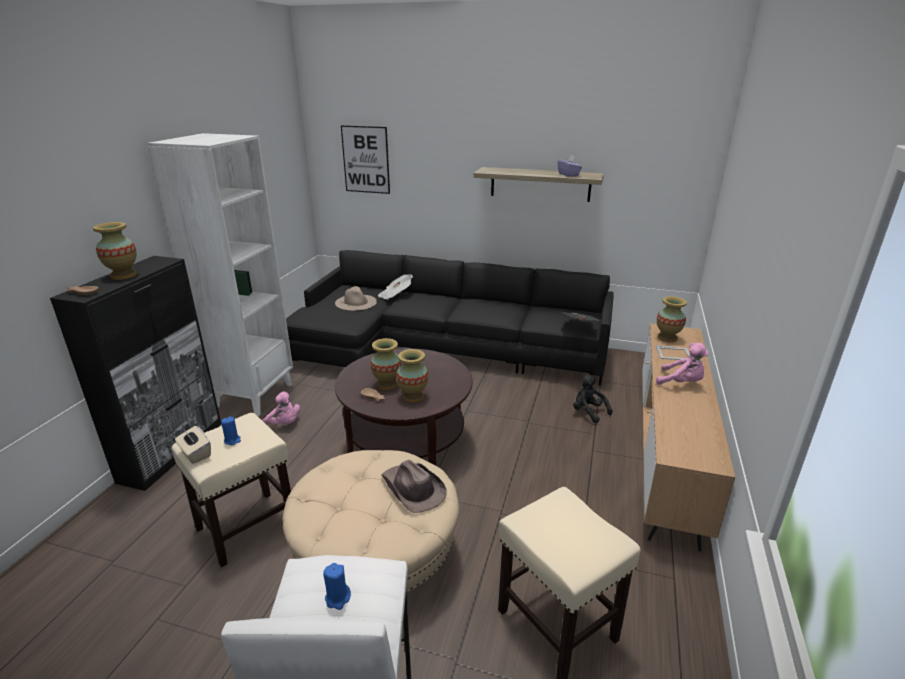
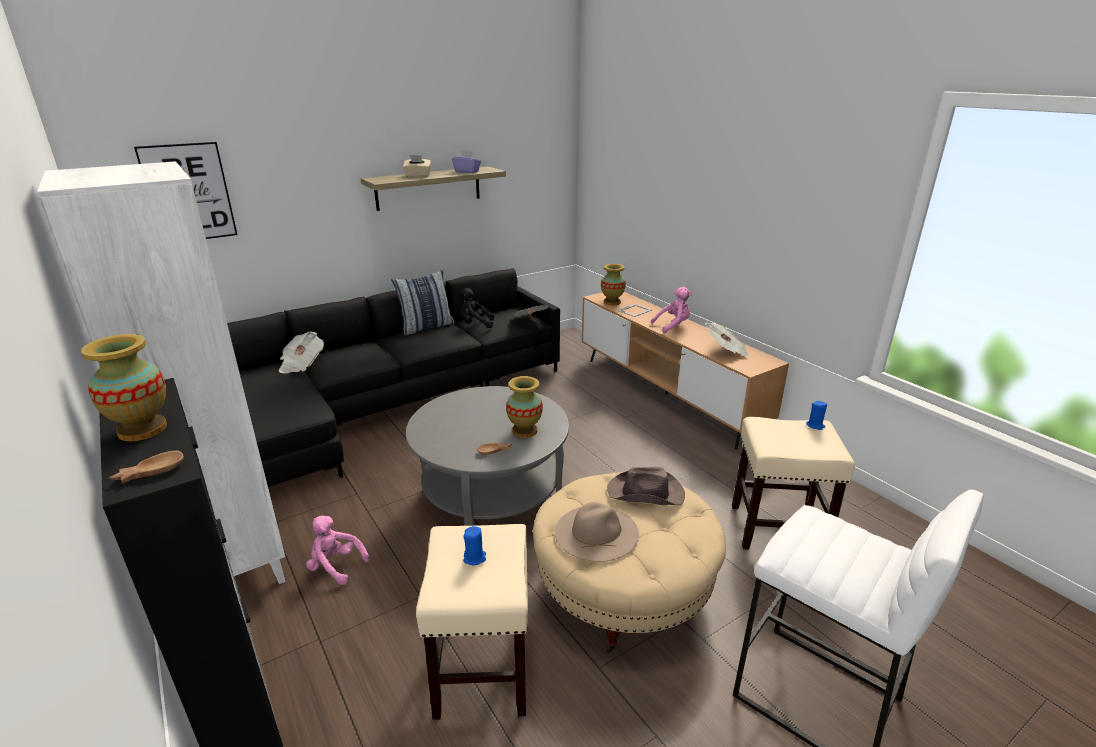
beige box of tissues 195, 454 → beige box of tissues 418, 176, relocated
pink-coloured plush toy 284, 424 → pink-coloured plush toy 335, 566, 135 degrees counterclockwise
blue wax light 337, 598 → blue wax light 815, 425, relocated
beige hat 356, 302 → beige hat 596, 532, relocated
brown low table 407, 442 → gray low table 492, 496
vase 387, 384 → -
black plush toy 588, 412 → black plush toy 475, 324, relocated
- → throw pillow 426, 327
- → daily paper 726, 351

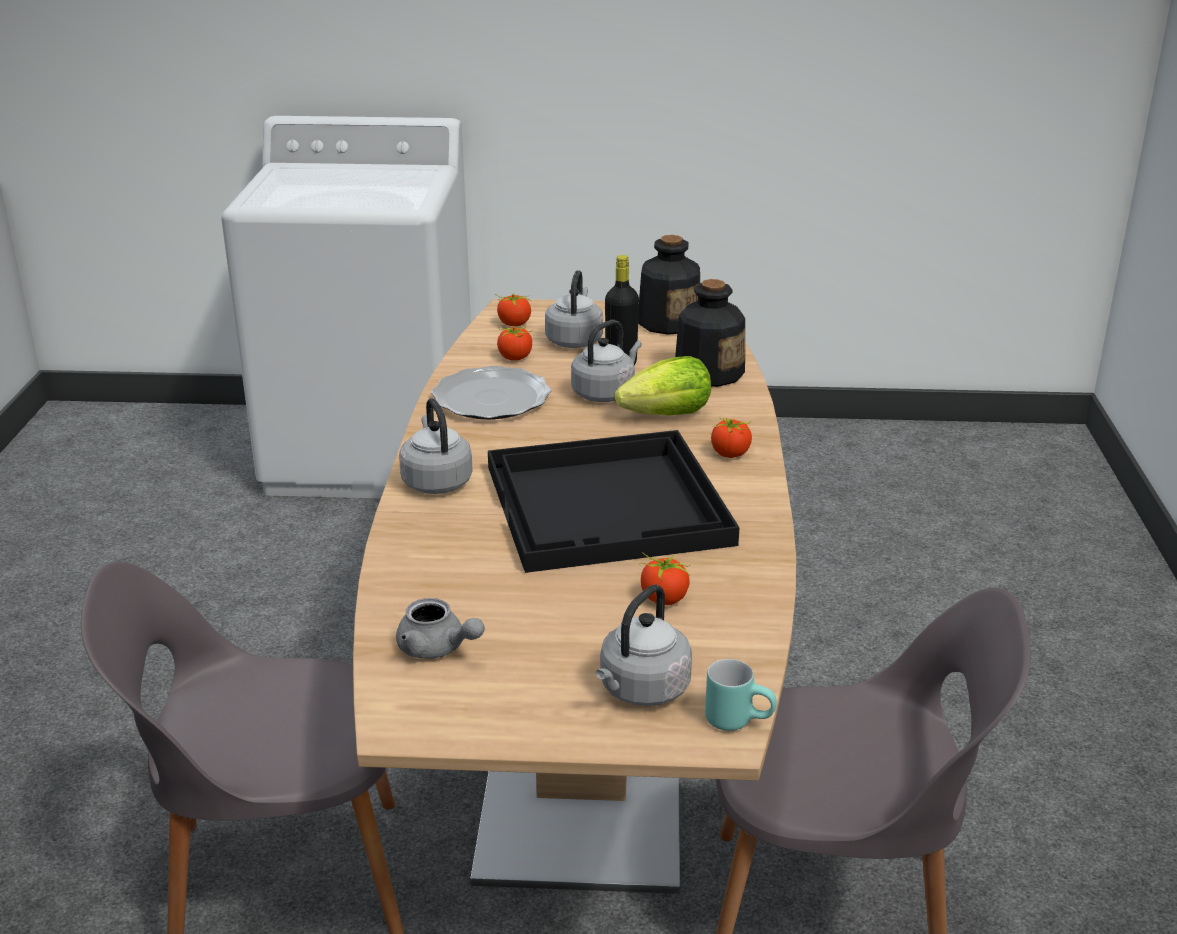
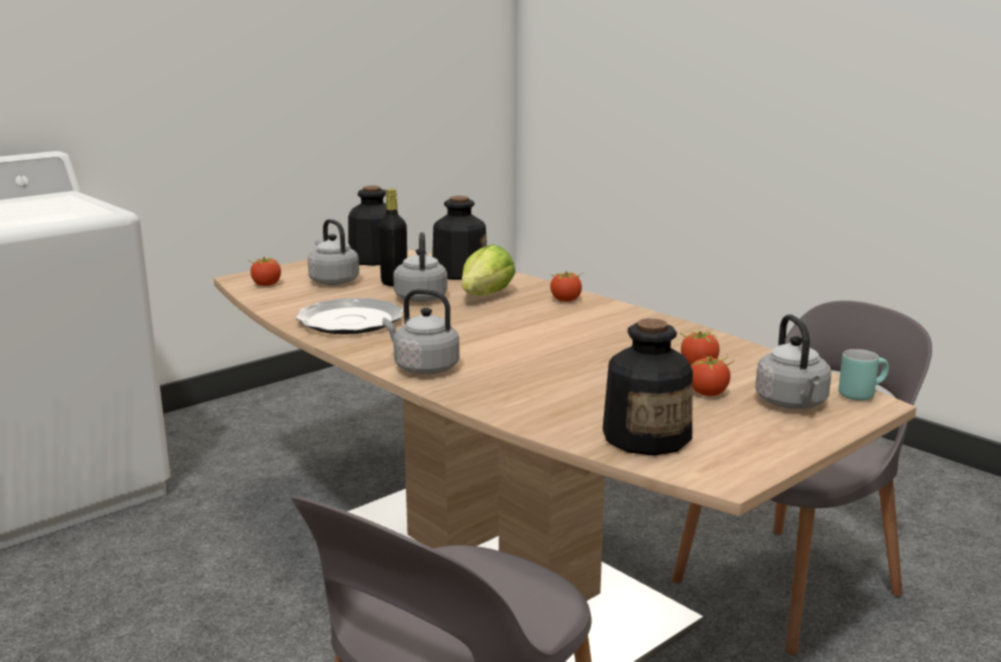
gray pot for tea 437, 649 → bottle 646, 437
black tray 609, 505 → -
fresh tomato 515, 358 → fresh tomato 708, 393, relocated

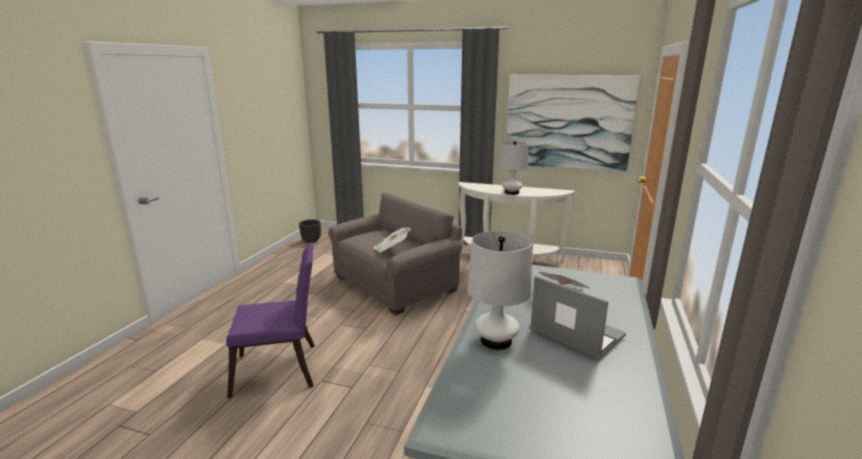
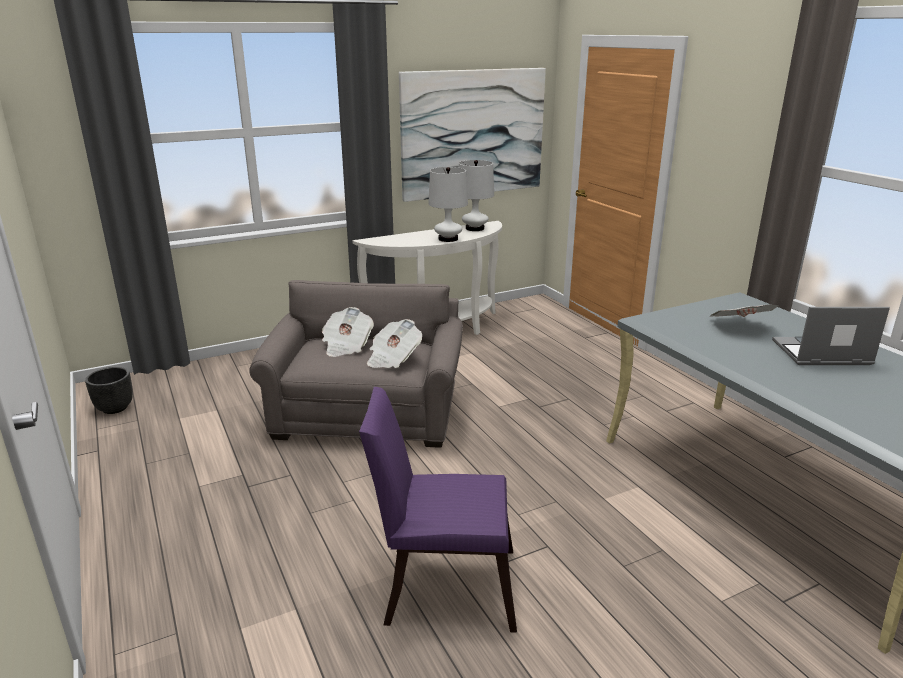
purple chair 281, 370 → purple chair 441, 584, 120 degrees counterclockwise
whitish table lamp 496, 341 → whitish table lamp 475, 228, relocated
- → daily paper 346, 346

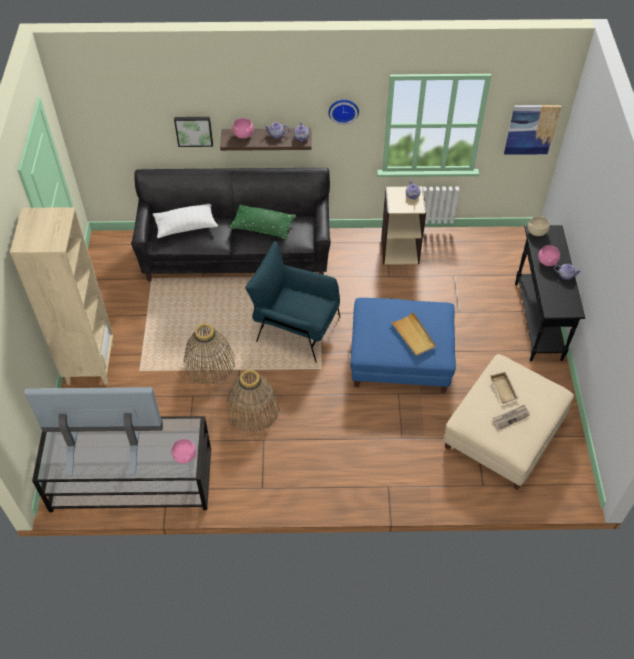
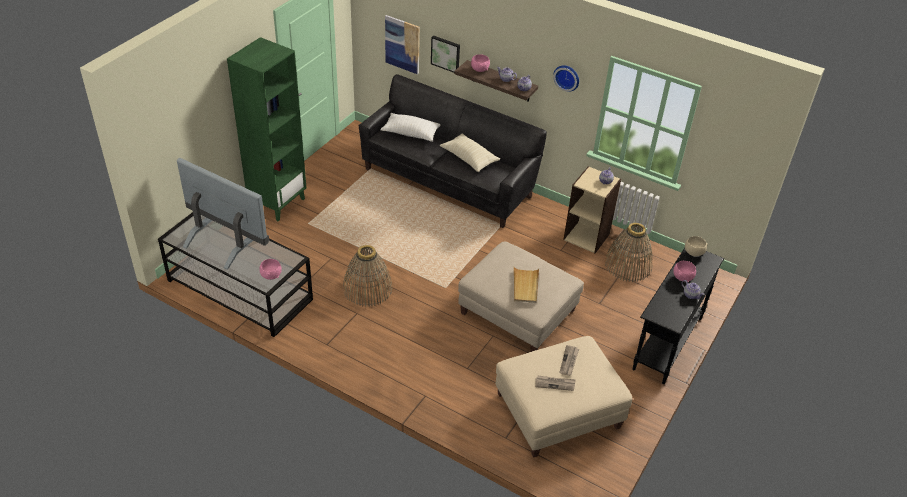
beige shelving unit 90, 364 → greenish shelving unit 278, 203
storage basket 209, 363 → storage basket 628, 265, relocated
greenish throw pillow 263, 227 → beige throw pillow 469, 159
blue lounge chair 295, 328 → -
blue pouffe 400, 358 → beige pouffe 518, 311
beige tray 504, 389 → daily paper 569, 361
picture 531, 129 → picture 402, 44, relocated

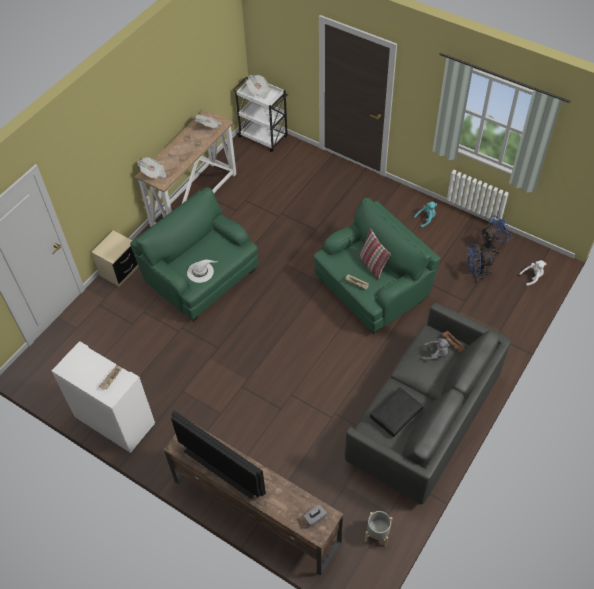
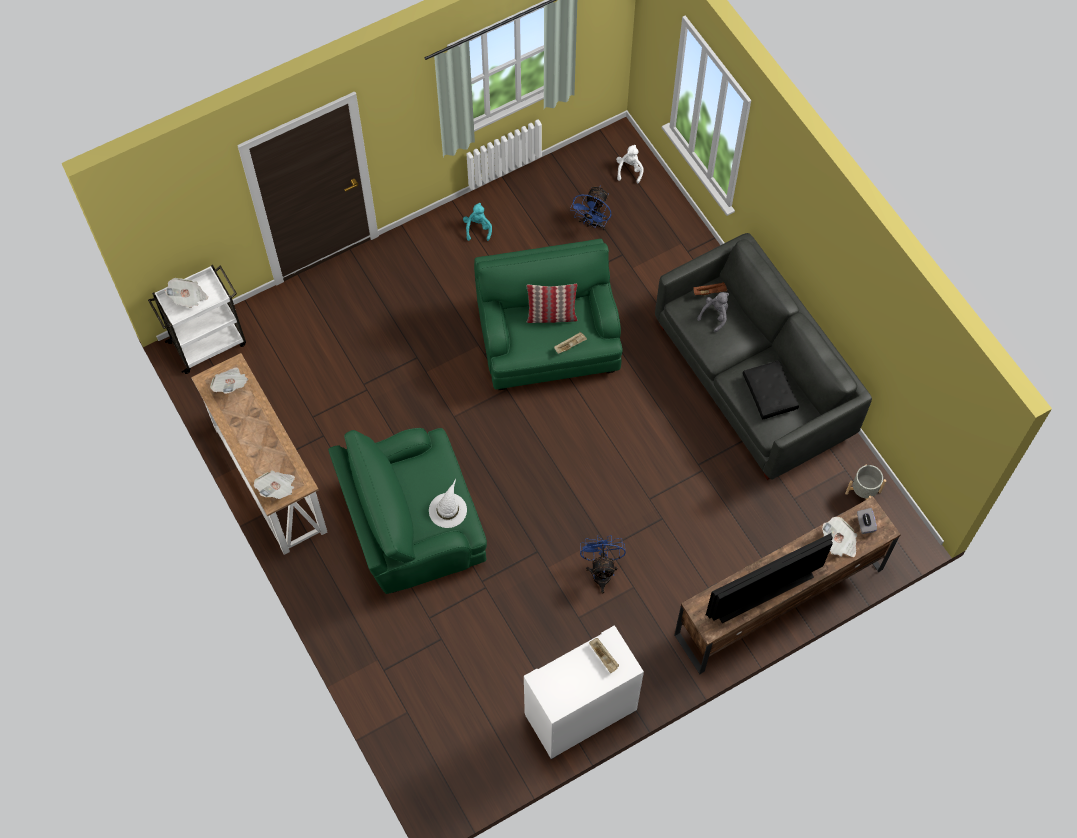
beige night table 120, 270 → -
blue cooling fan 491, 247 → blue cooling fan 601, 571, relocated
- → daily paper 838, 542

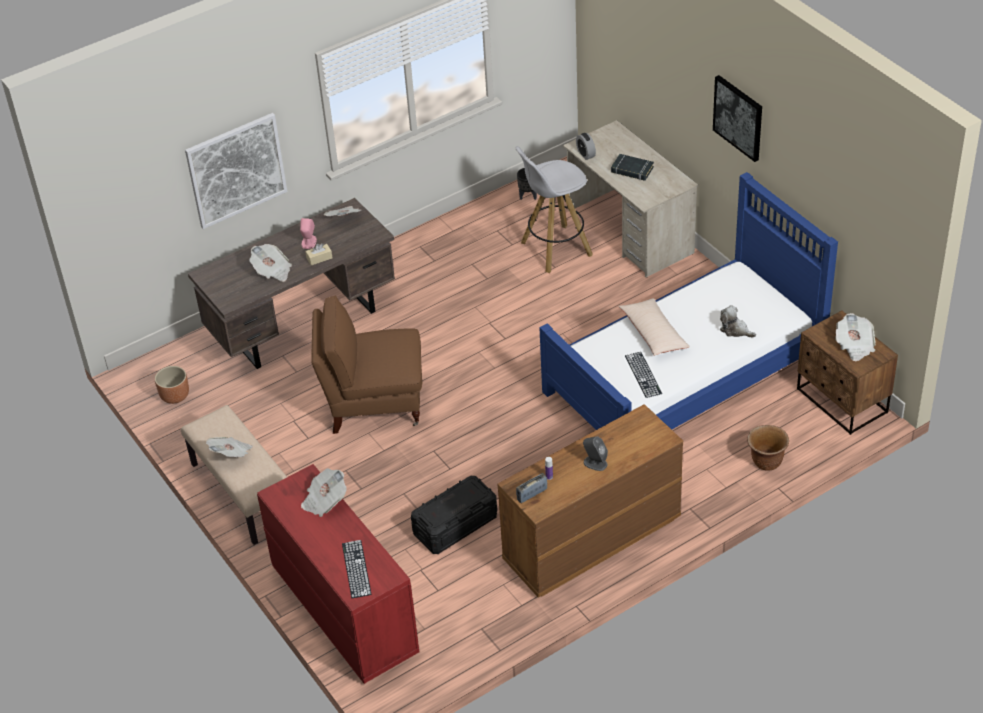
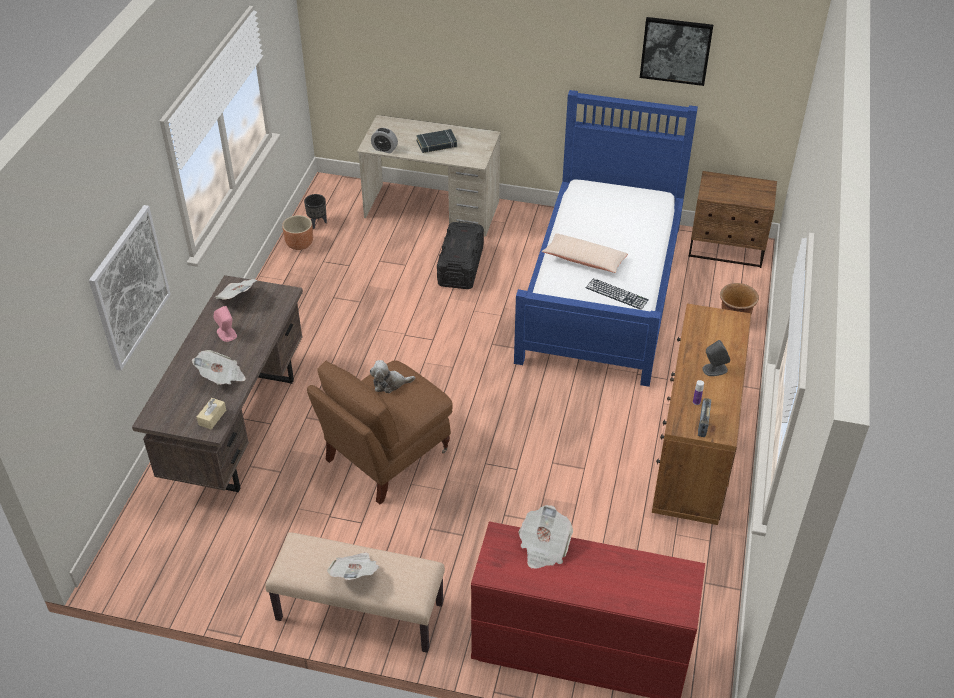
brown planter 175, 396 → brown planter 300, 244, relocated
beige box of tissues 319, 258 → beige box of tissues 212, 417, relocated
keyboard 356, 569 → -
black storage container 455, 525 → black storage container 461, 266, relocated
whitish stool 555, 249 → -
picture 738, 117 → picture 676, 50, relocated
plush toy 735, 330 → plush toy 390, 383, relocated
daily paper 854, 346 → -

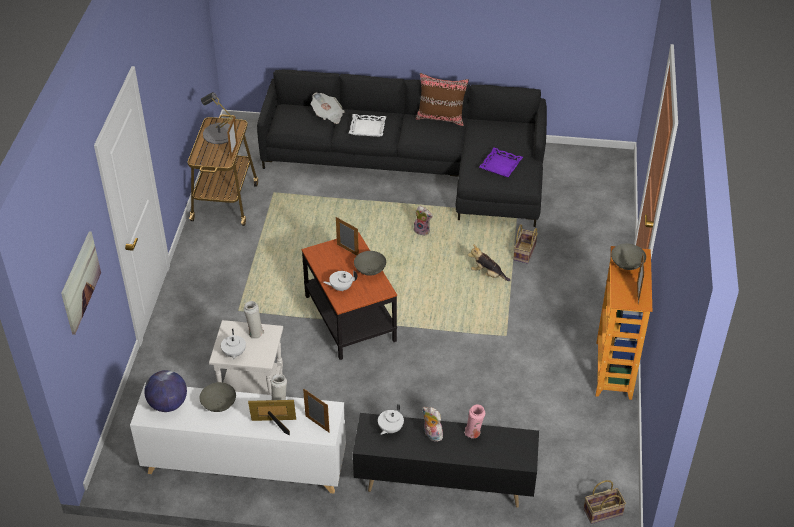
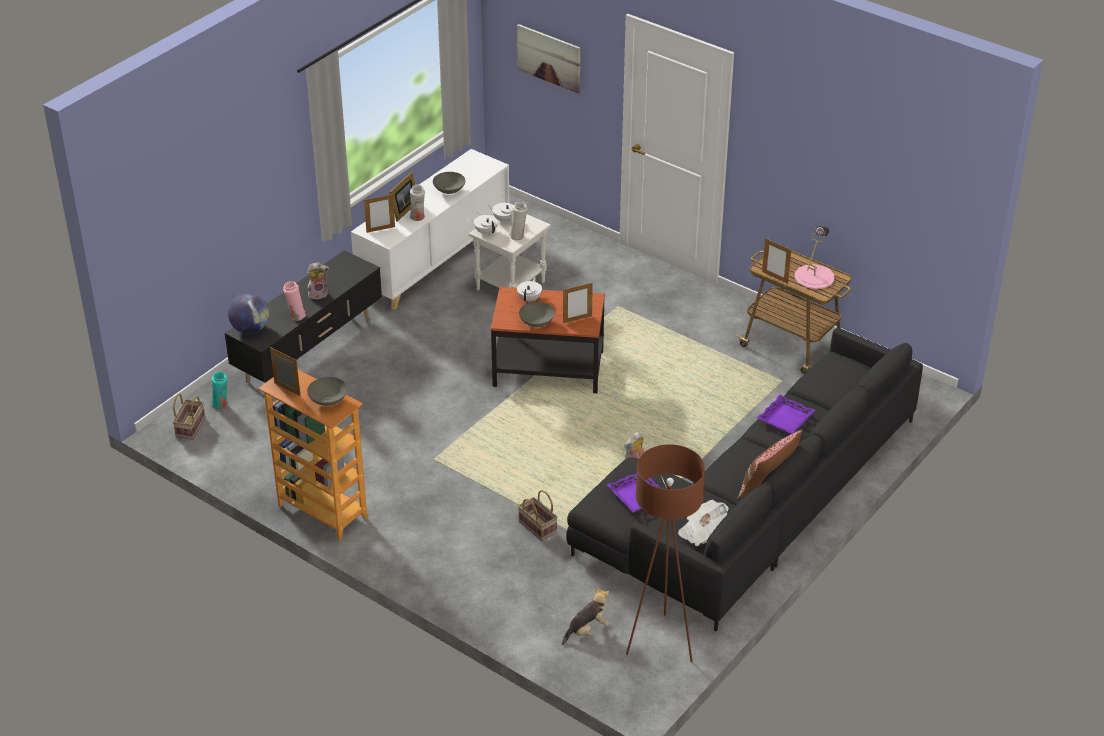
world globe 168, 404 → world globe 250, 329, relocated
gray table lamp 219, 133 → pink-coloured table lamp 814, 277
daily paper 328, 115 → daily paper 702, 532, relocated
whitish tray 367, 128 → purple tray 785, 418
whitish pot for tea 390, 428 → whitish pot for tea 486, 231, relocated
plush toy 487, 274 → plush toy 587, 630, relocated
- → blue-green vase 221, 405
- → brown standard lamp 661, 643

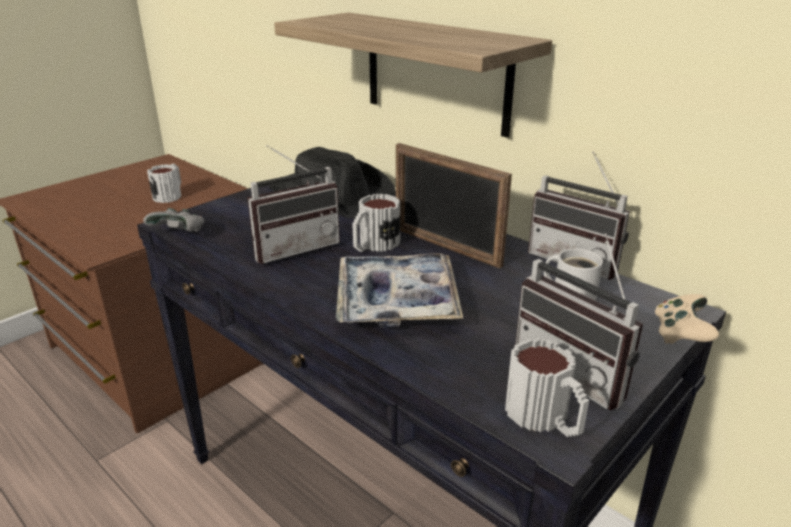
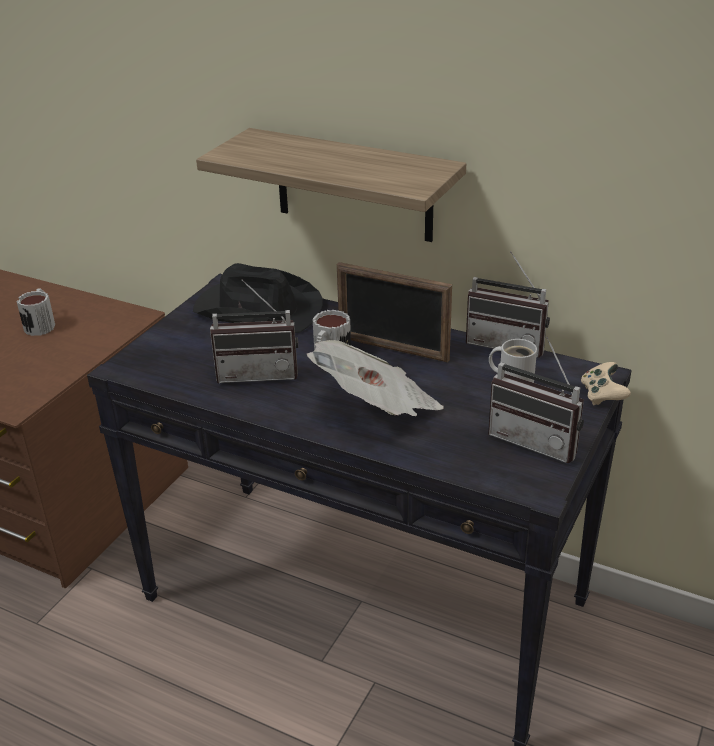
gray gamepad 180, 234 → -
radio set 294, 247 → radio set 258, 372, 45 degrees clockwise
tray 397, 300 → daily paper 377, 408
tea mug 545, 419 → -

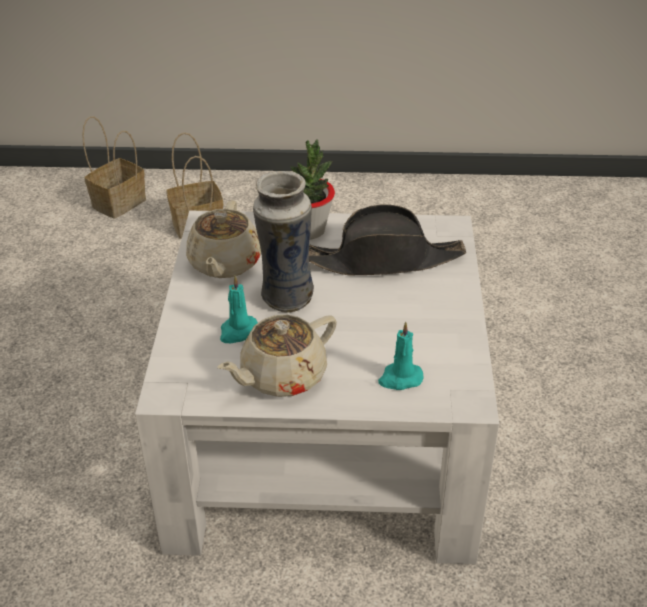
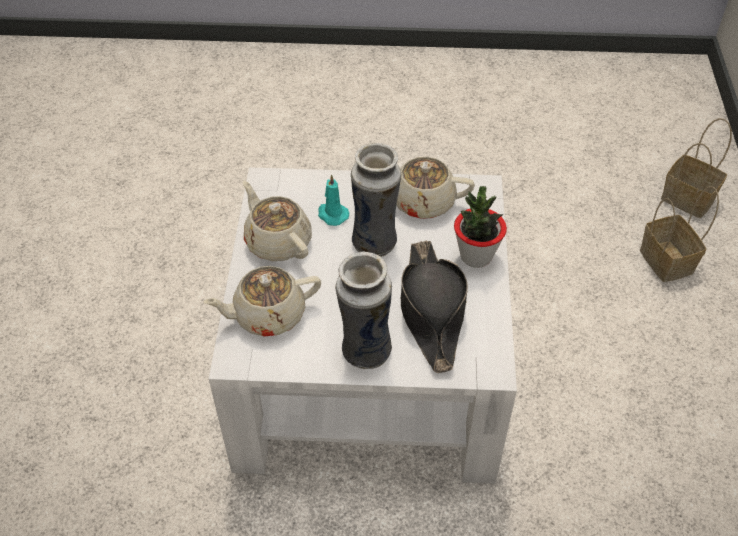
blue-green wax light 400, 378 → beige pot for tea 268, 315
- → vase 364, 351

